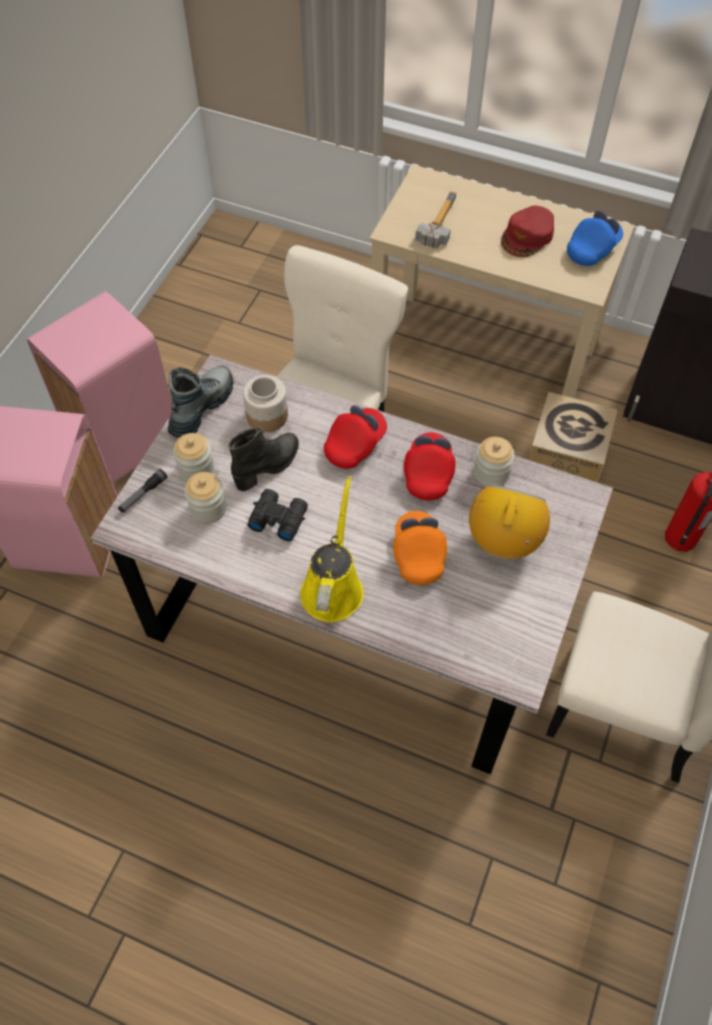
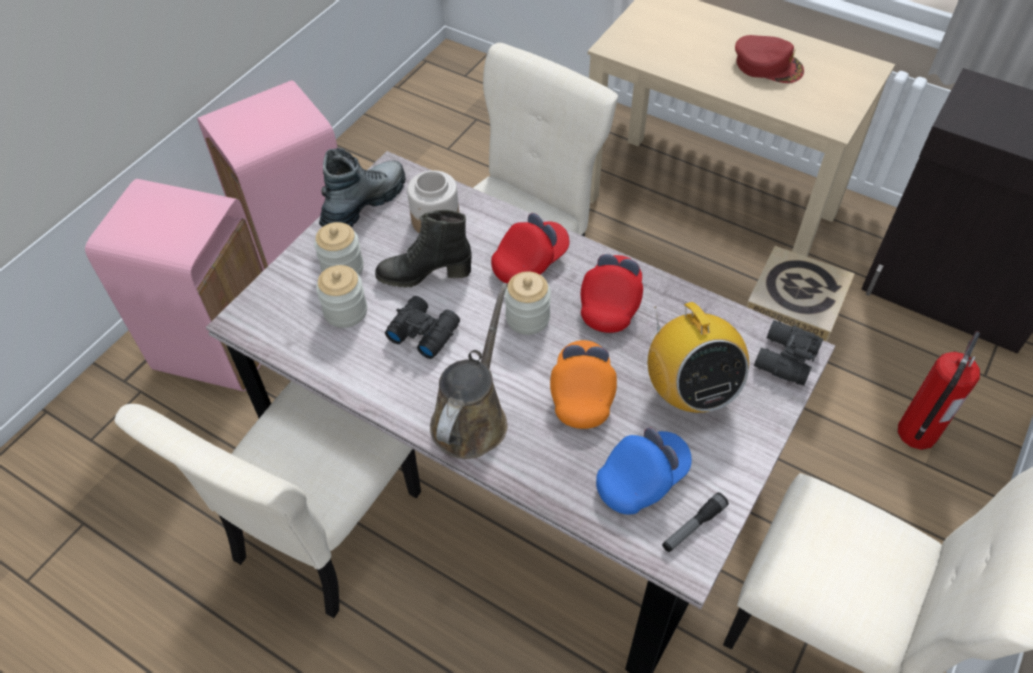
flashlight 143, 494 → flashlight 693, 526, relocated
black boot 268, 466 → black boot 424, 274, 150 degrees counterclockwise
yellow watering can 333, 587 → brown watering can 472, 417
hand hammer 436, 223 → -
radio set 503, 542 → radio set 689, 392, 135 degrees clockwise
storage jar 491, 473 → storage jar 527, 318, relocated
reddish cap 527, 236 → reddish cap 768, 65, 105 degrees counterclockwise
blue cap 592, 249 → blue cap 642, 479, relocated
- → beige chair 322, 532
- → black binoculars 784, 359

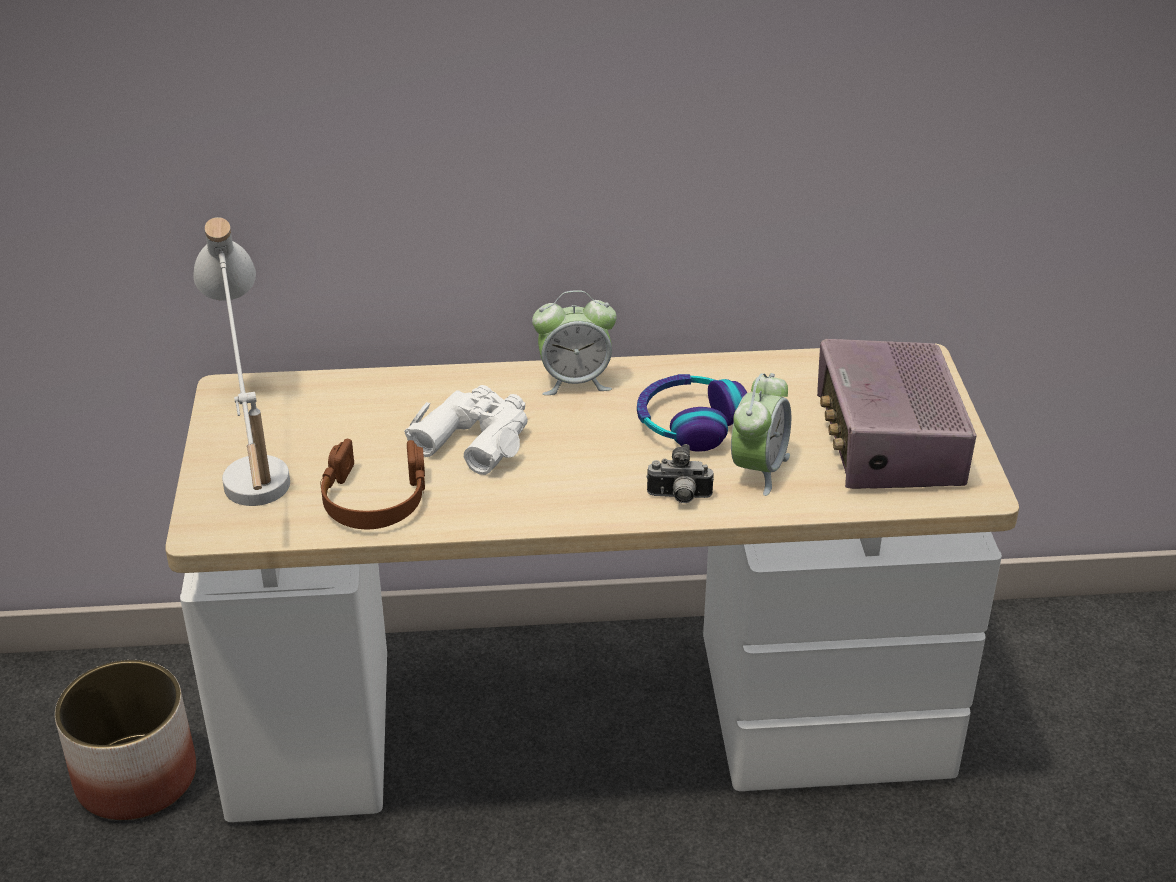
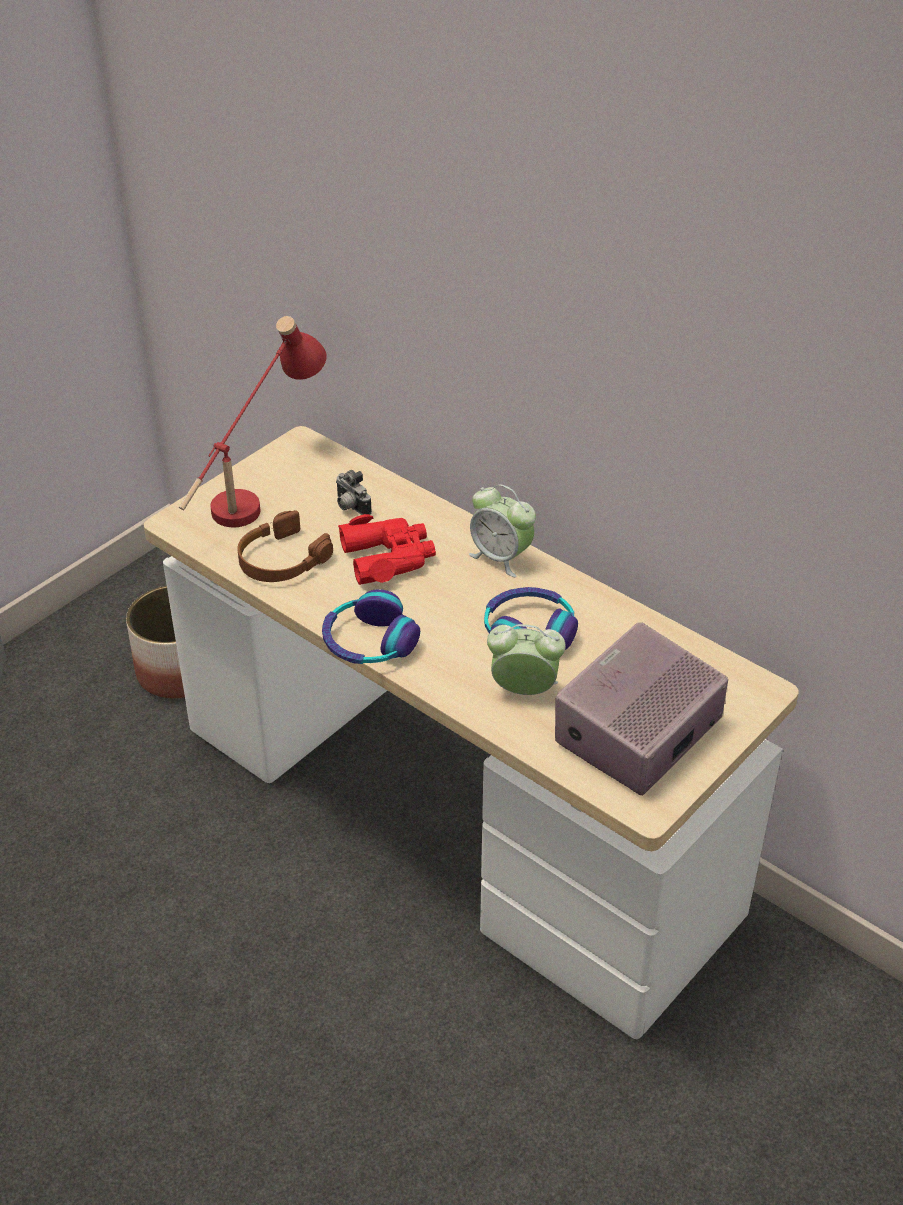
whitish table lamp 252, 456 → reddish table lamp 257, 492
whitish binoculars 475, 438 → reddish binoculars 388, 557
photo camera 679, 498 → photo camera 350, 507, relocated
bedside clock 758, 469 → bedside clock 524, 690, 150 degrees counterclockwise
- → pair of headphones 369, 642

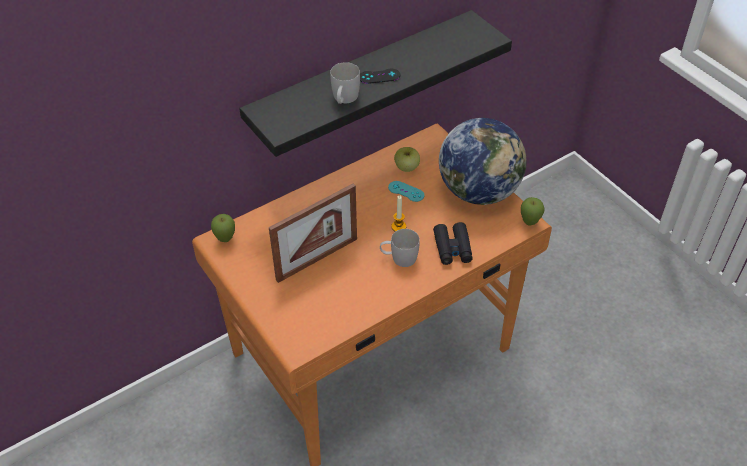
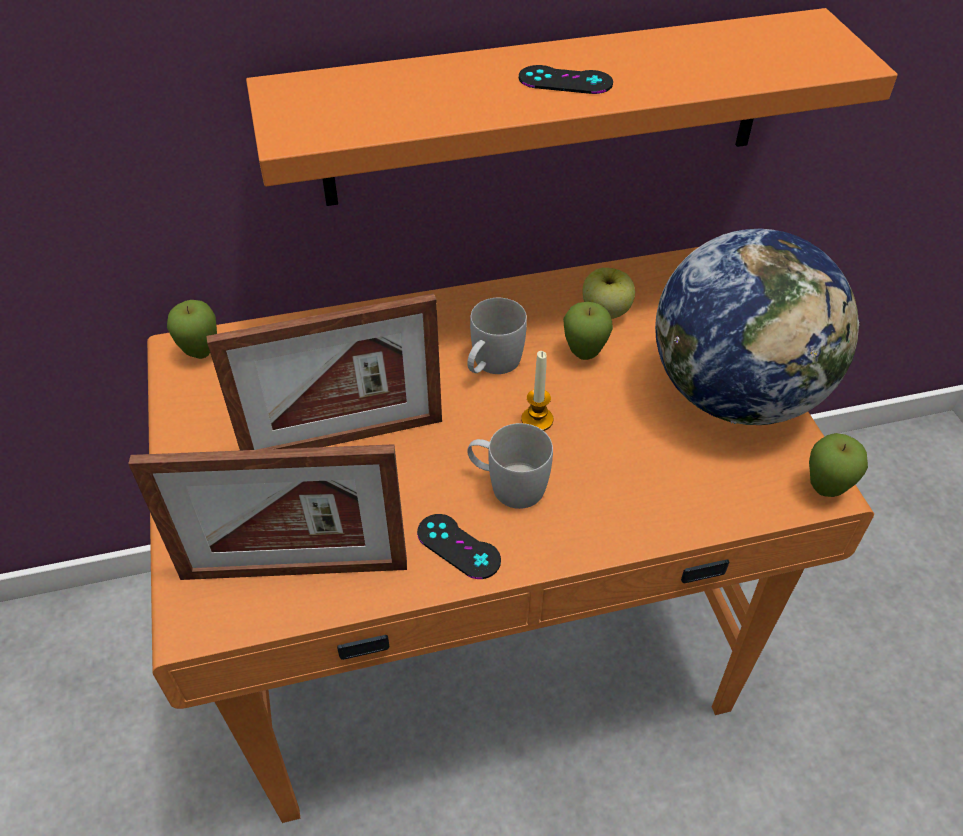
black wall shelf 362, 83 → orangey wall shelf 547, 110
whitish tea mug 344, 99 → whitish tea mug 491, 365, relocated
blue-green gamepad 406, 191 → apple 584, 355
black binoculars 452, 248 → -
- → picture frame 294, 570
- → black gamepad 458, 546

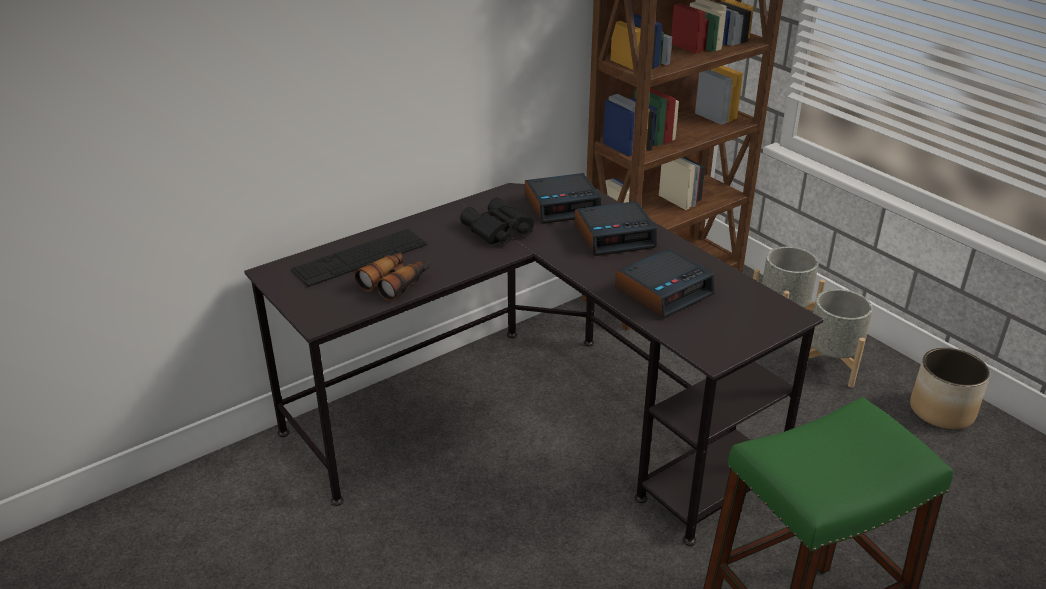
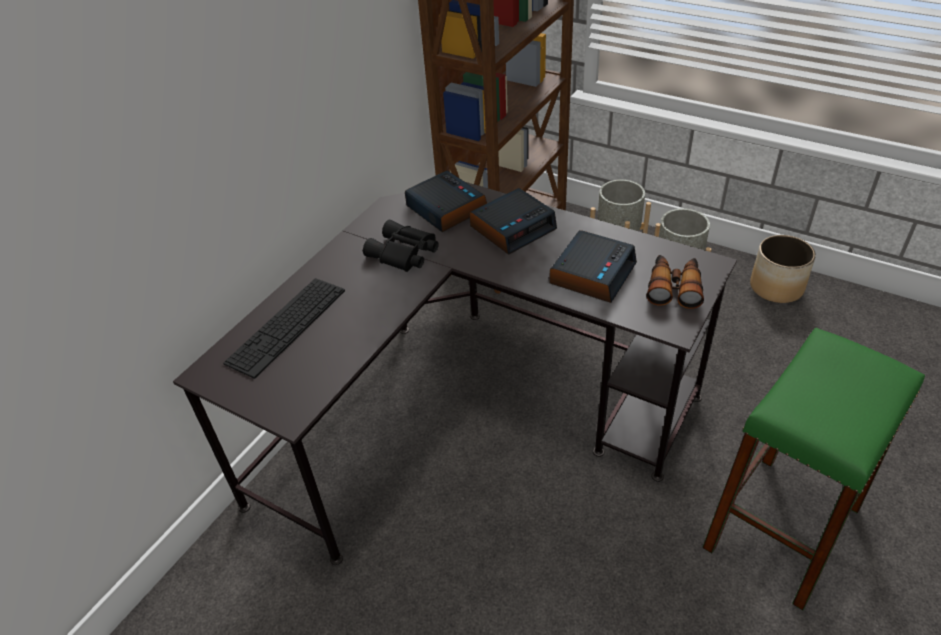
binoculars 396, 282 → binoculars 674, 287, relocated
bedside clock 562, 206 → bedside clock 445, 208, 90 degrees counterclockwise

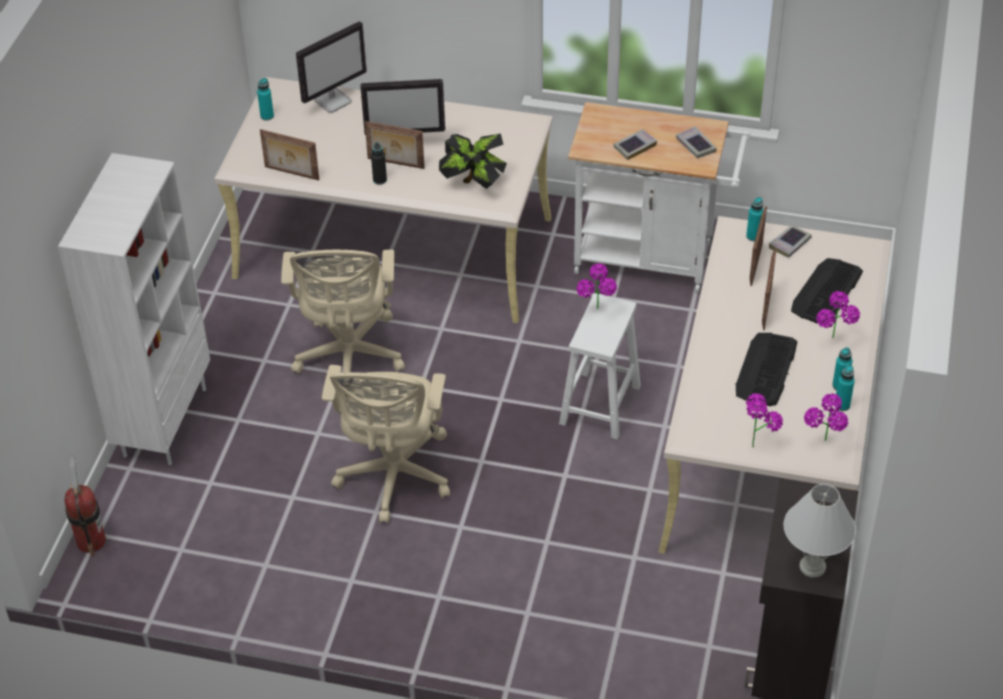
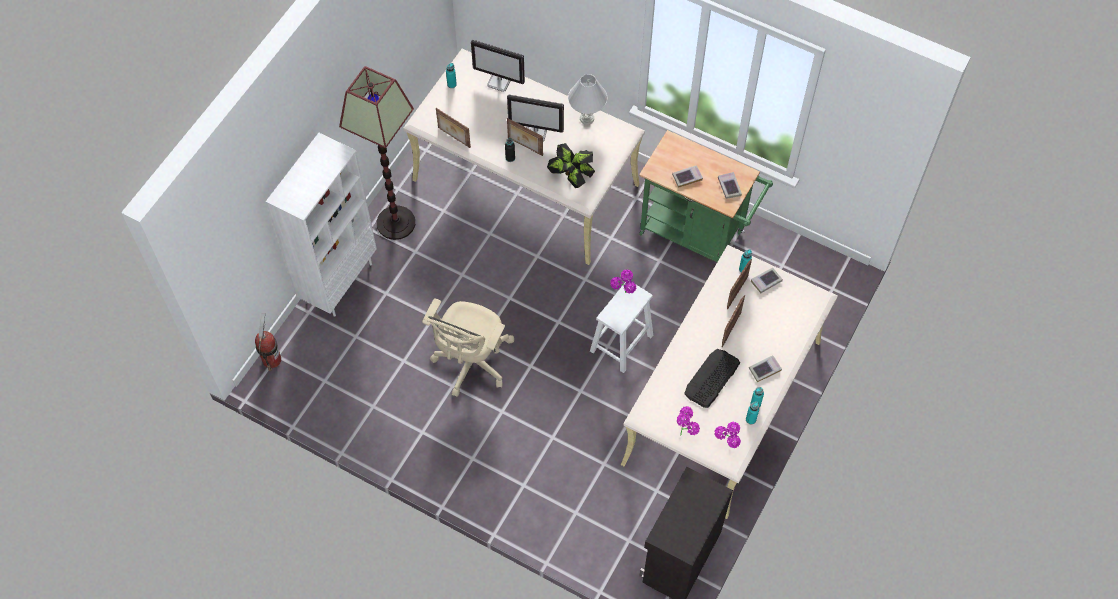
beige computer chair 349, 359 → -
monitor 333, 100 → monitor 500, 82, 45 degrees clockwise
whitish wheeled cart 653, 258 → greenish wheeled cart 697, 235
whitish table lamp 812, 566 → whitish table lamp 587, 118, relocated
keyboard 826, 292 → -
plant in a pot 834, 343 → bound book 764, 369
- → standard lamp 395, 222

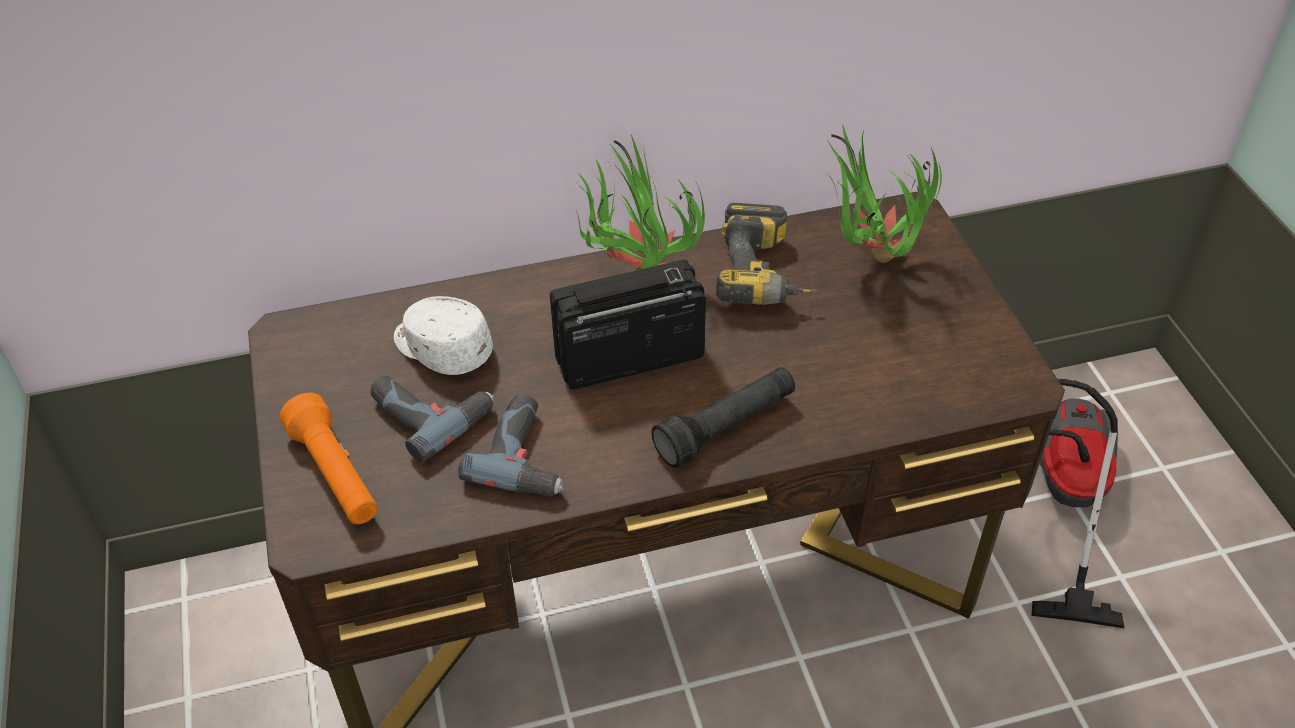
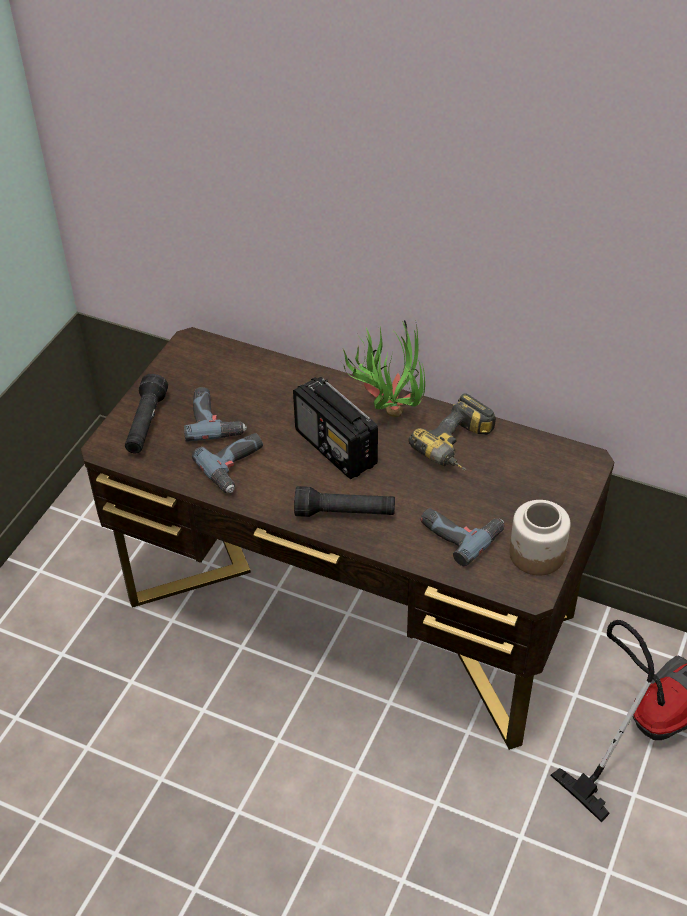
orangey flashlight 336, 475 → black flashlight 146, 424
whitish cap 441, 348 → -
radio set 627, 357 → radio set 336, 448, 150 degrees counterclockwise
plant in a pot 869, 262 → -
- → drill 460, 532
- → storage jar 536, 554

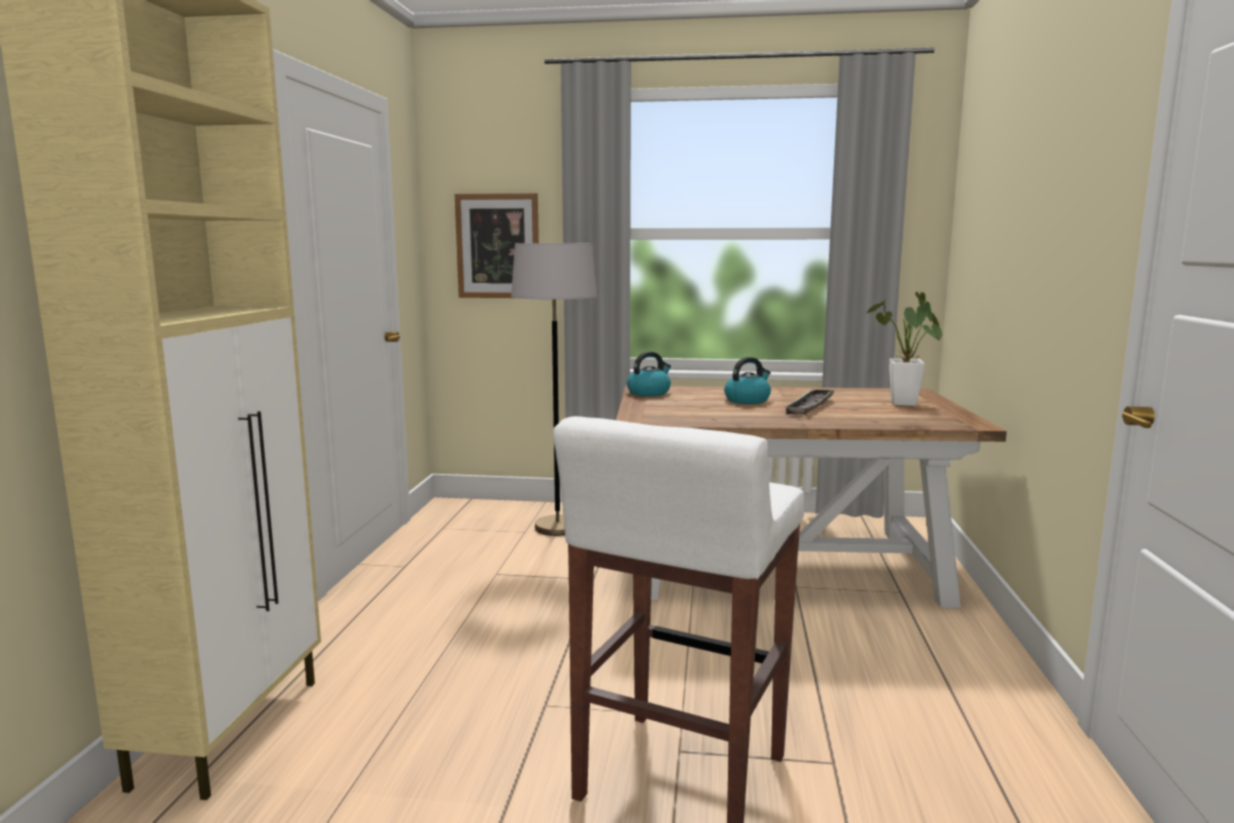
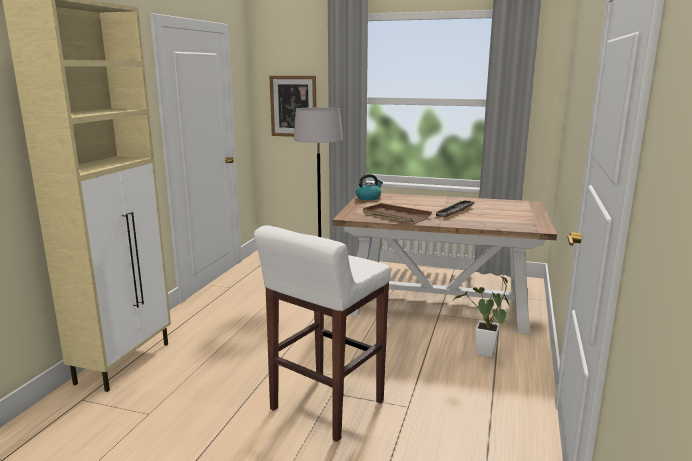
water kettle 747, 400 → -
plant in a pot 903, 405 → plant in a pot 484, 355, relocated
- → brown tray 395, 215

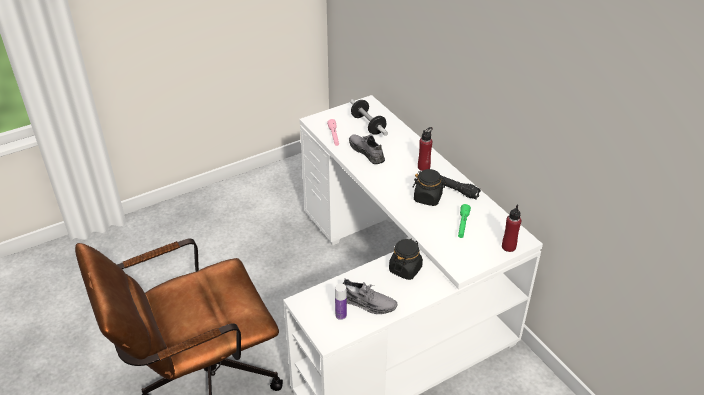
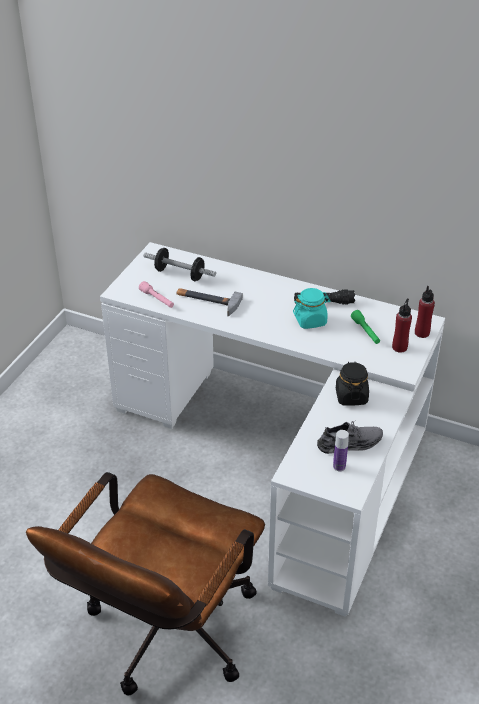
gray low shoe 366, 152 → hand hammer 207, 301
black storage jar 428, 198 → blue-green storage jar 310, 320
reddish bottle 424, 167 → reddish bottle 399, 347, relocated

